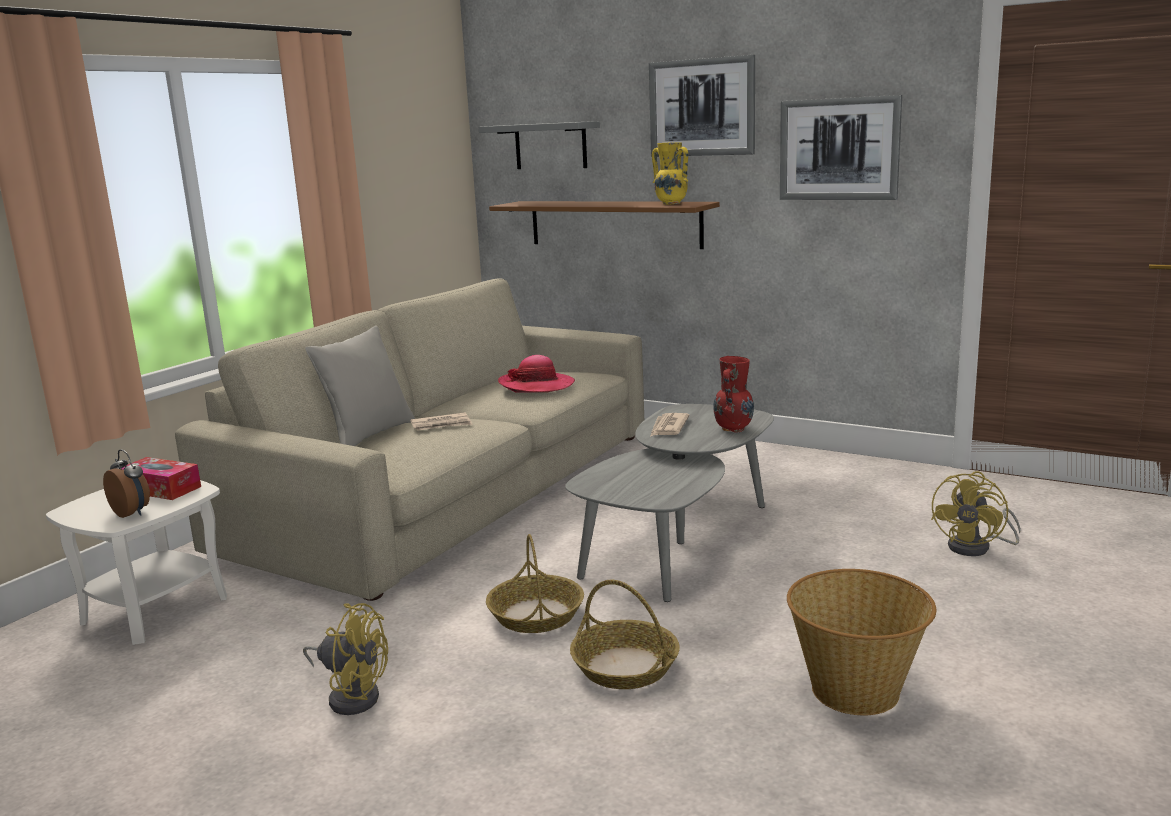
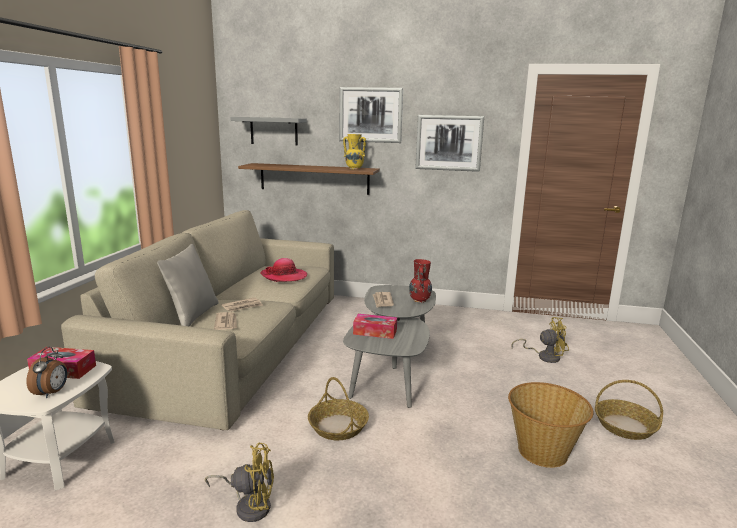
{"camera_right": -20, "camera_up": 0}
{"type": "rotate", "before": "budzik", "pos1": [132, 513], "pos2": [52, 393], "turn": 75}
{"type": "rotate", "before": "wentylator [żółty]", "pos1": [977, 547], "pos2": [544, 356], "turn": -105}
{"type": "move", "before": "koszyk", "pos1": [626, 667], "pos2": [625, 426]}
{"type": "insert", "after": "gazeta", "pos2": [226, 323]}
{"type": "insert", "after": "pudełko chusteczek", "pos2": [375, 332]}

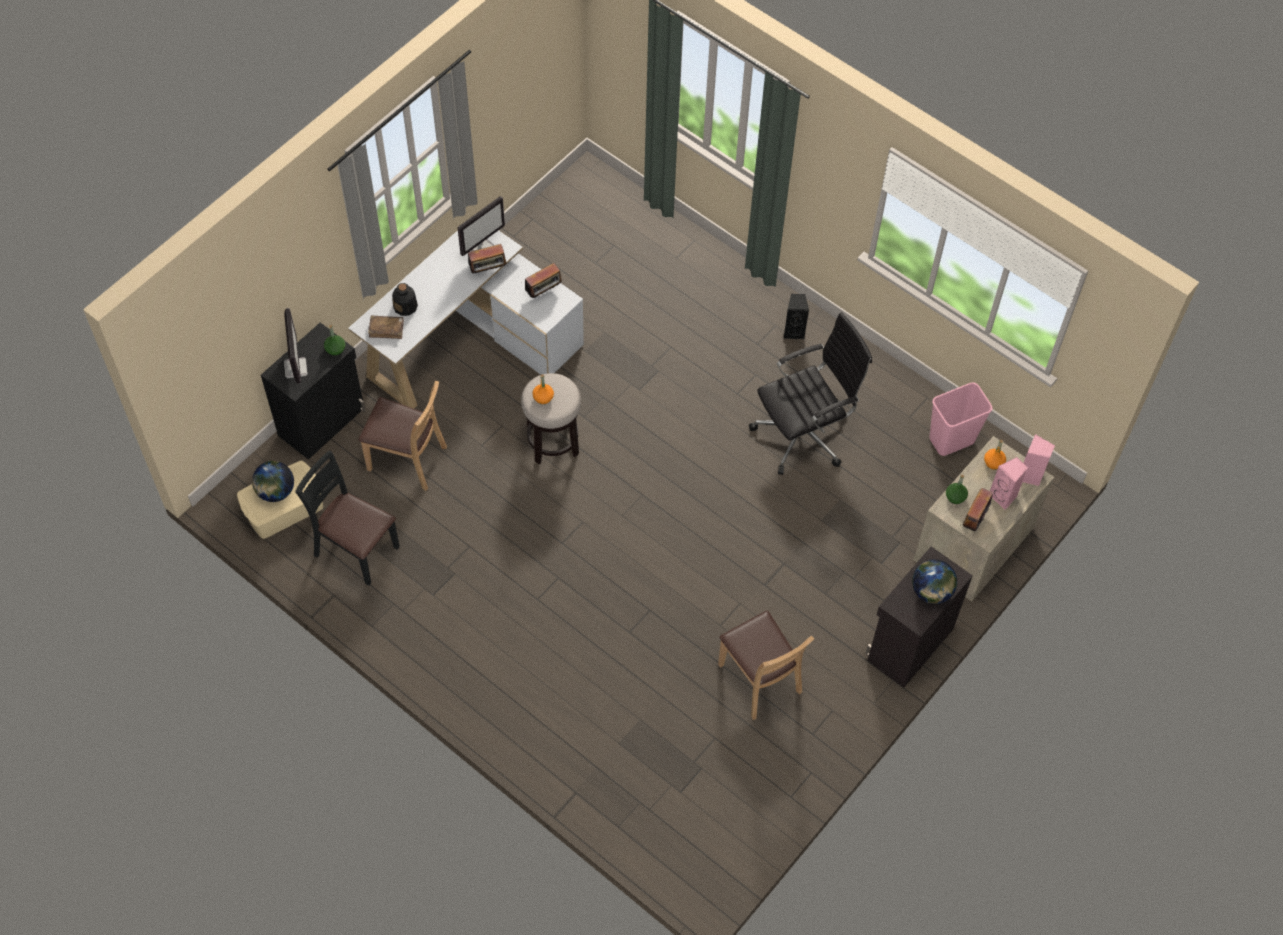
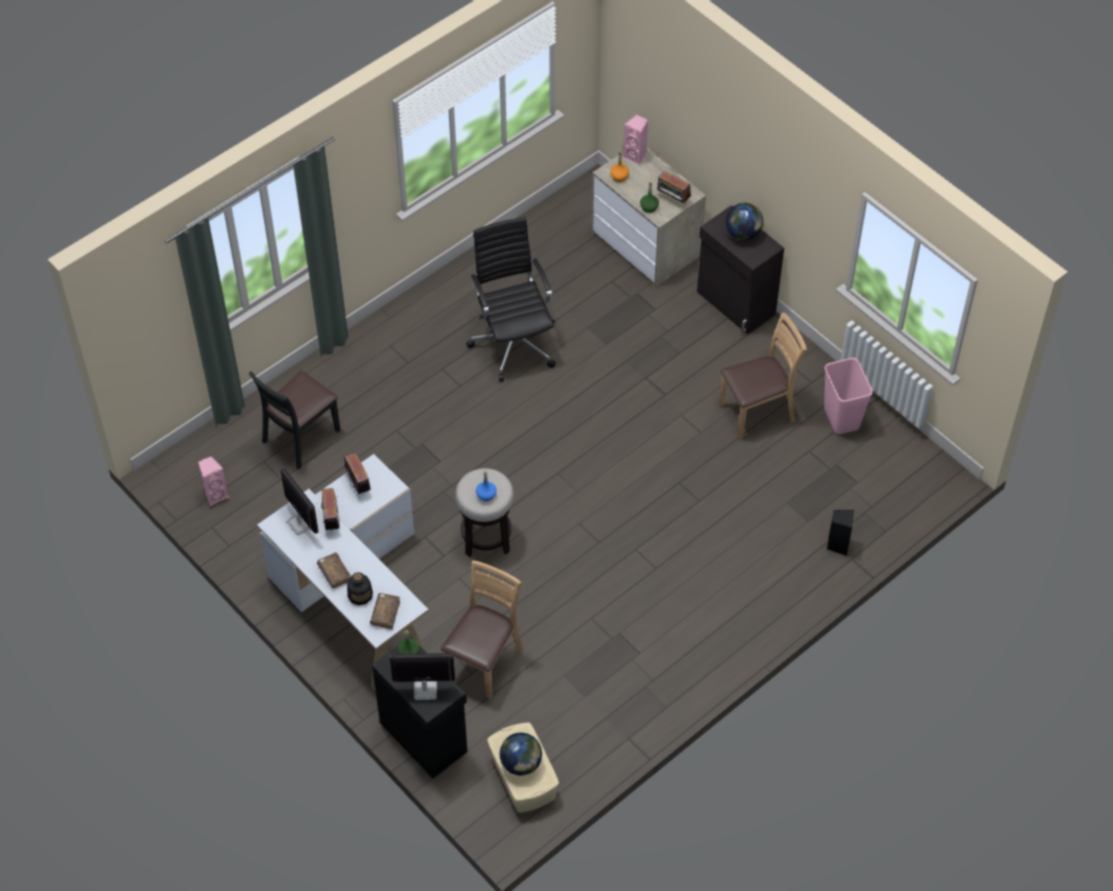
{"camera_right": -80, "camera_up": -5}
{"type": "move", "before": "głośnik [czarny]", "pos1": [794, 331], "pos2": [837, 545]}
{"type": "recolor", "before": "butelka [pomarańczowy]", "after": "butelka [niebieski]", "pos1": [543, 397], "pos2": [486, 495]}
{"type": "move", "before": "kosz na śmieci [różowy]", "pos1": [951, 441], "pos2": [842, 418]}
{"type": "move", "before": "krzesło [czarny]", "pos1": [356, 549], "pos2": [301, 437]}
{"type": "move", "before": "głośnik [różowy]", "pos1": [1004, 496], "pos2": [215, 494]}
{"type": "insert", "after": "książka [brązowy]", "pos2": [334, 573]}

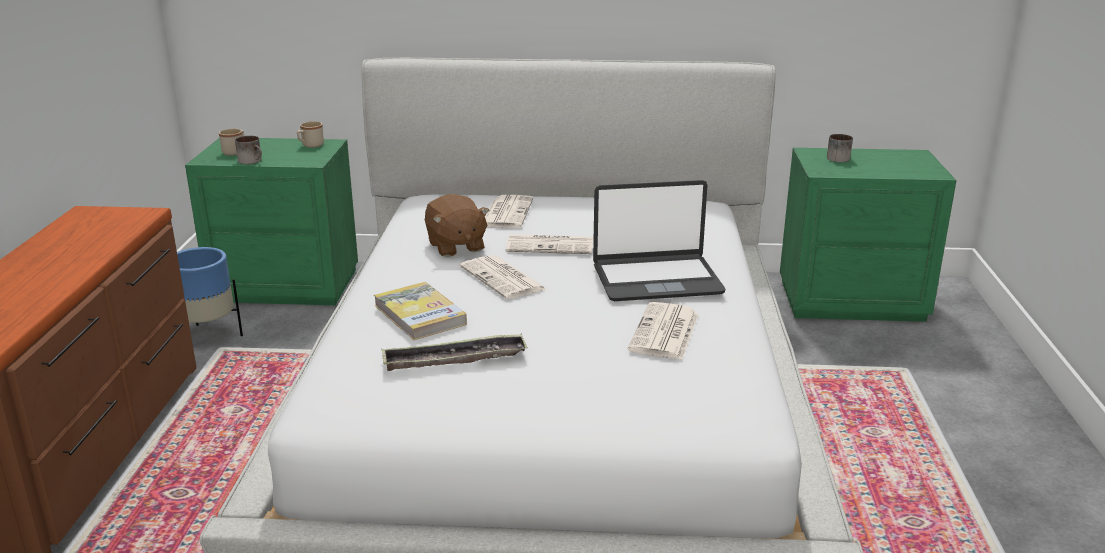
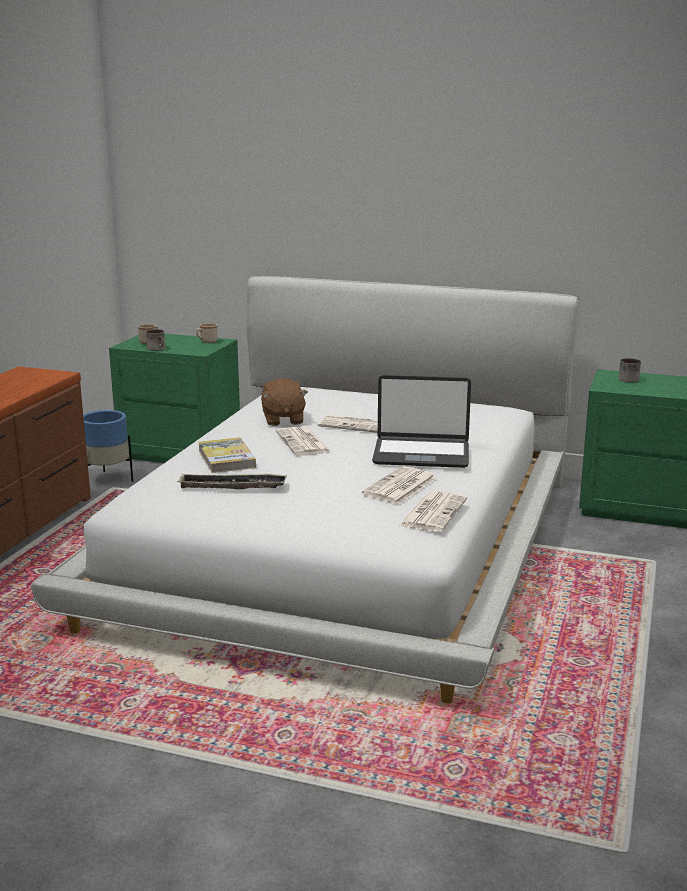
{"camera_right": 15, "camera_up": -5}
{"type": "move", "before": "gazeta", "pos1": [506, 213], "pos2": [433, 512]}

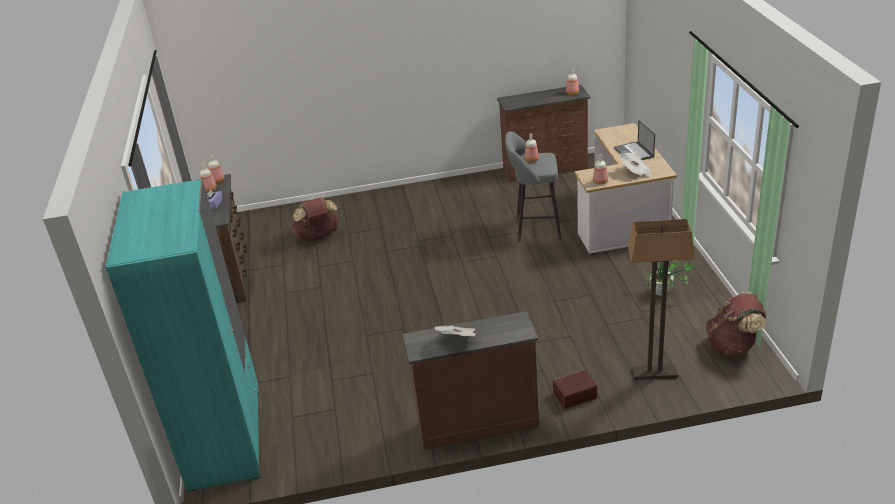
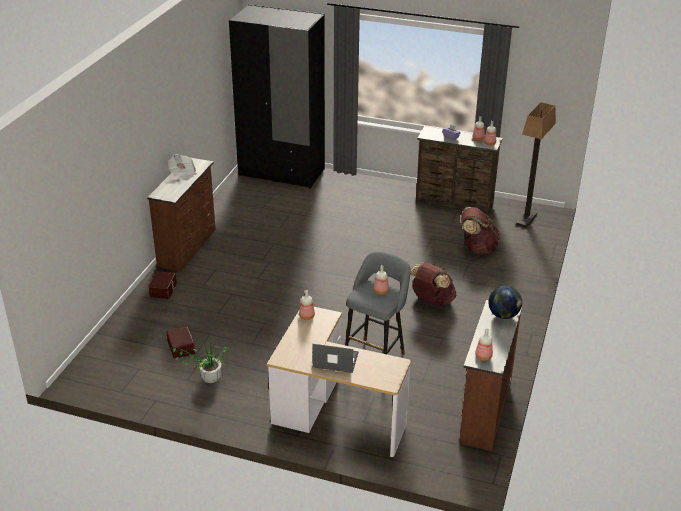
{"camera_right": 115, "camera_up": 0}
{"type": "delete", "before": "gazeta", "pos1": [636, 172]}
{"type": "recolor", "before": "szafa [turkusowy]", "after": "szafa [czarny]", "pos1": [225, 438], "pos2": [282, 172]}
{"type": "move", "before": "lampa stojąca", "pos1": [654, 373], "pos2": [526, 220]}
{"type": "move", "before": "plecak [brązowy]", "pos1": [733, 346], "pos2": [431, 301]}
{"type": "insert", "after": "globus", "pos2": [503, 315]}
{"type": "insert", "after": "pojemnik do przechowywania [brązowy]", "pos2": [182, 347]}

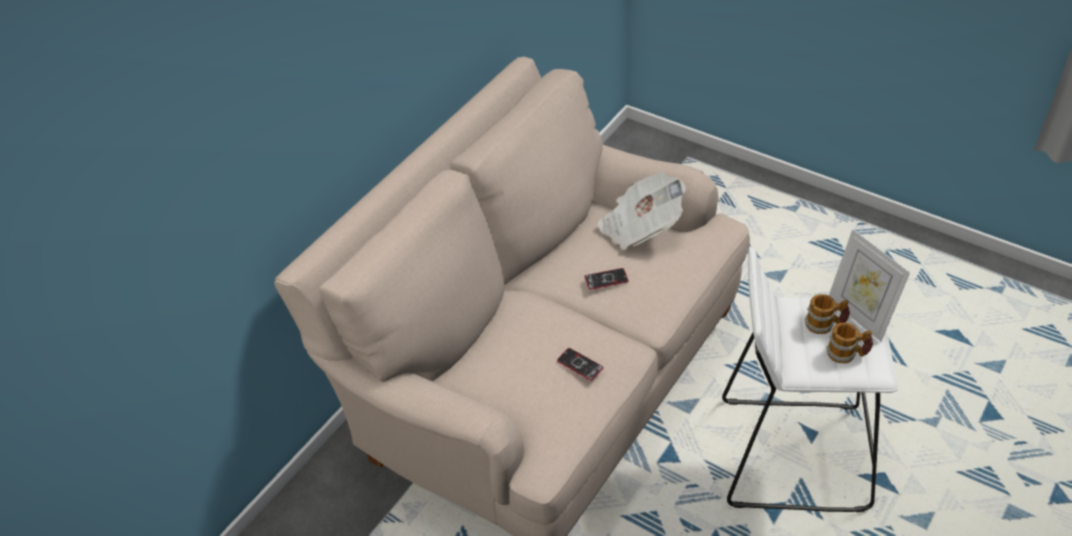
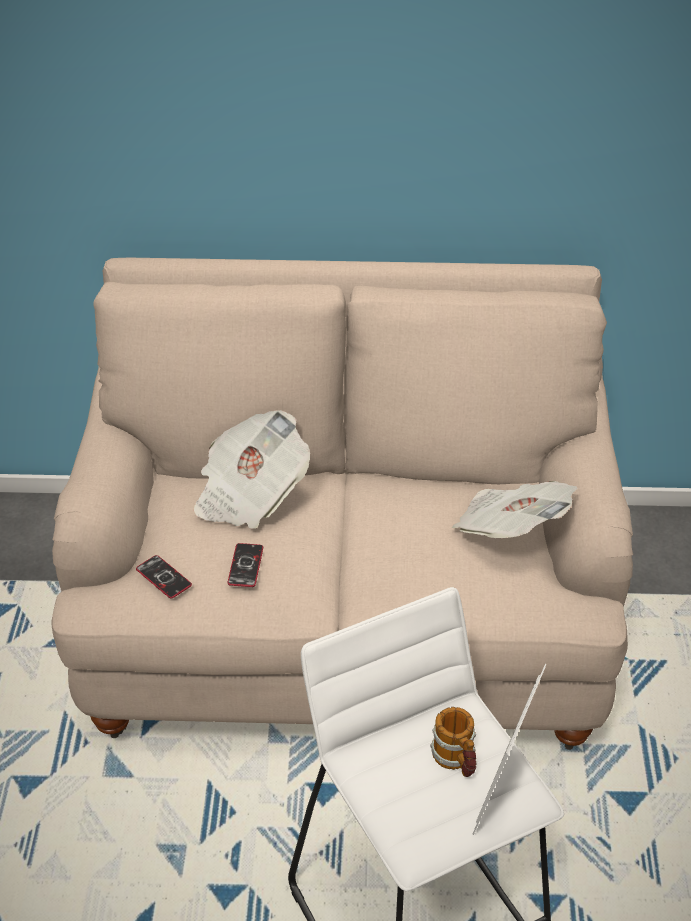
{"camera_right": 55, "camera_up": -5}
{"type": "move", "before": "telefon", "pos1": [606, 279], "pos2": [163, 577]}
{"type": "delete", "before": "kubek", "pos1": [847, 354]}
{"type": "insert", "after": "gazeta", "pos2": [249, 494]}

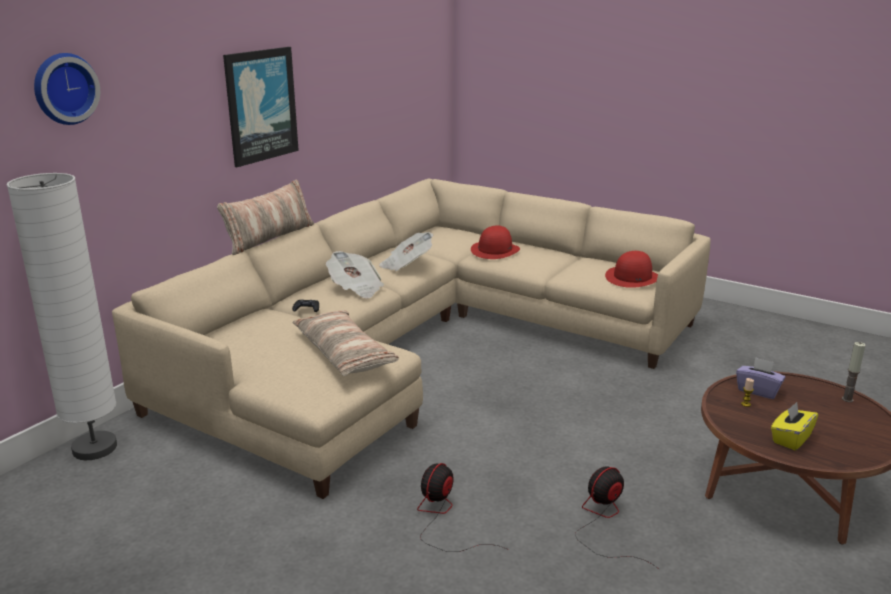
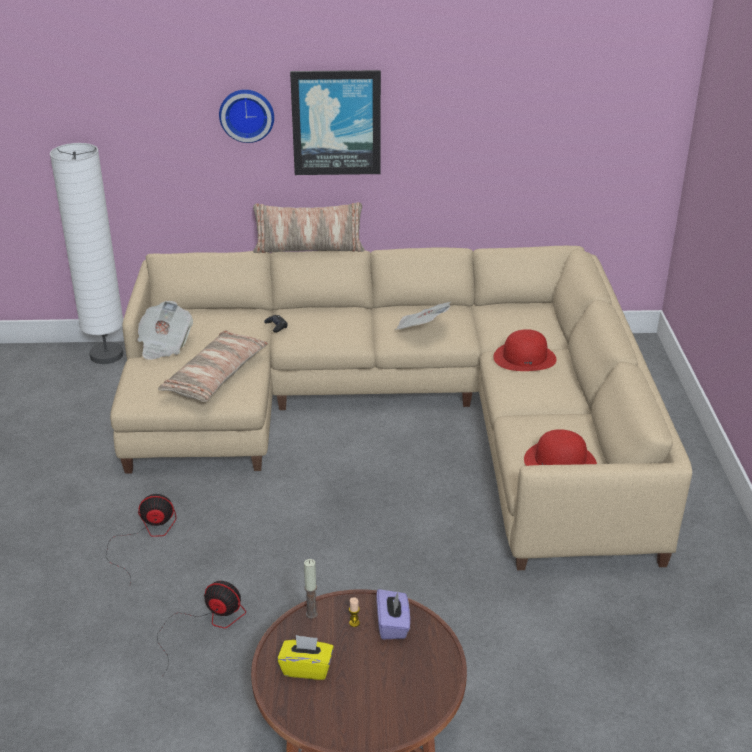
{"camera_right": 55, "camera_up": 10}
{"type": "move", "before": "zegar ścienny", "pos1": [64, 88], "pos2": [247, 114]}
{"type": "move", "before": "gazeta", "pos1": [356, 289], "pos2": [164, 345]}
{"type": "move", "before": "świeca", "pos1": [847, 399], "pos2": [311, 614]}

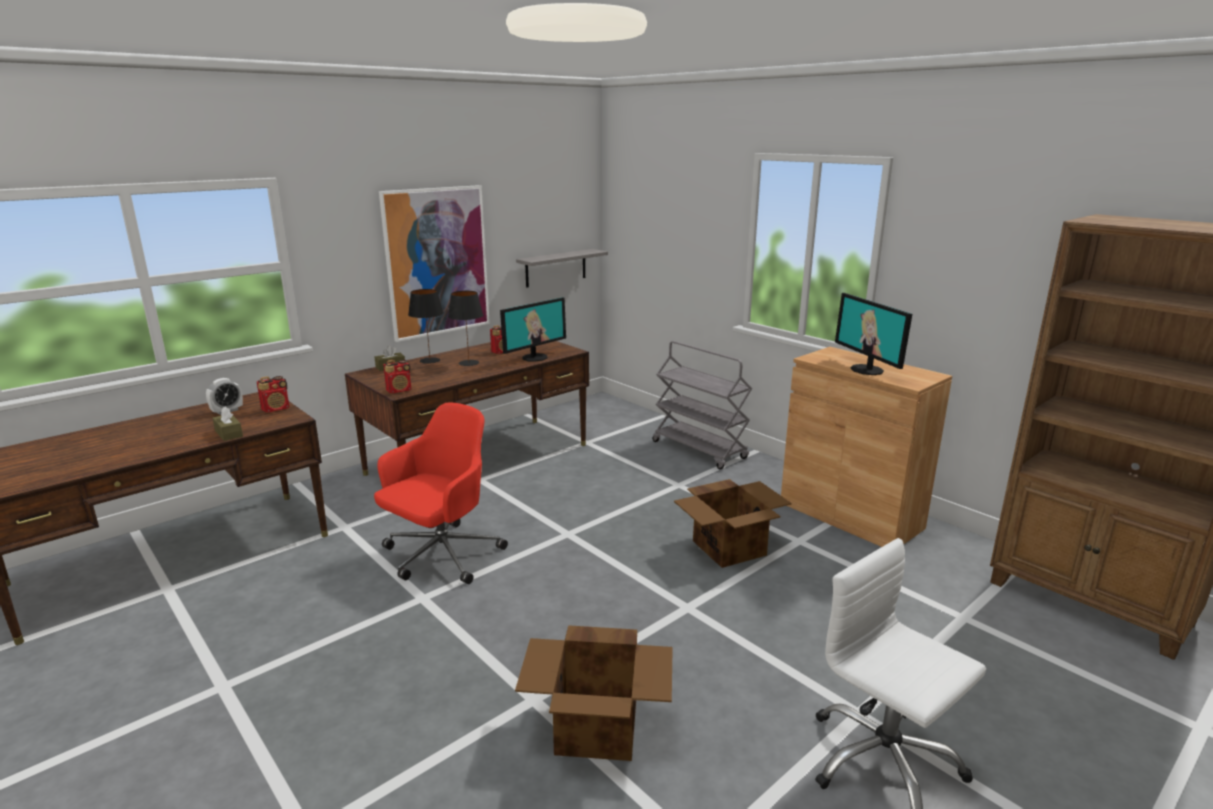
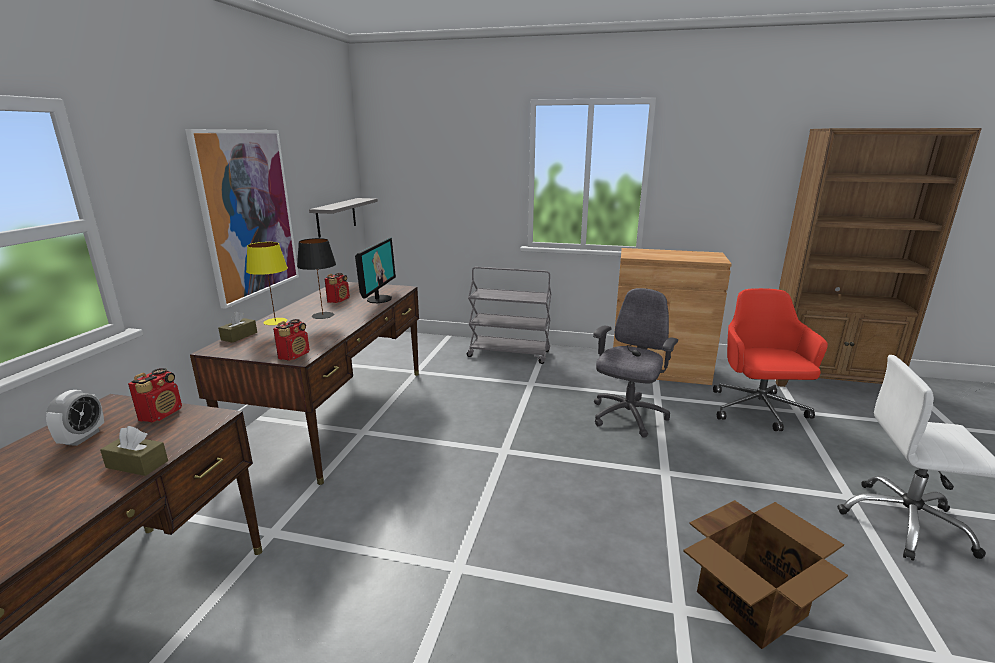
{"camera_right": -35, "camera_up": 0}
{"type": "recolor", "before": "lampa stołowa [czarny]", "after": "lampa stołowa [żółty]", "pos1": [429, 360], "pos2": [275, 321]}
{"type": "delete", "before": "monitor", "pos1": [867, 370]}
{"type": "move", "before": "krzesło biurowe [czerwony]", "pos1": [441, 556], "pos2": [758, 410]}
{"type": "replace", "before": "karton", "after": "krzesło biurowe [szary]", "pos1": [730, 548], "pos2": [627, 417]}

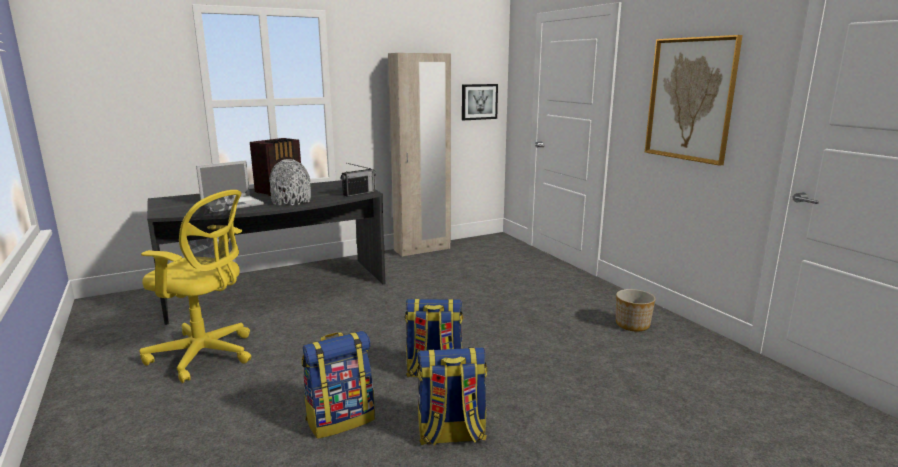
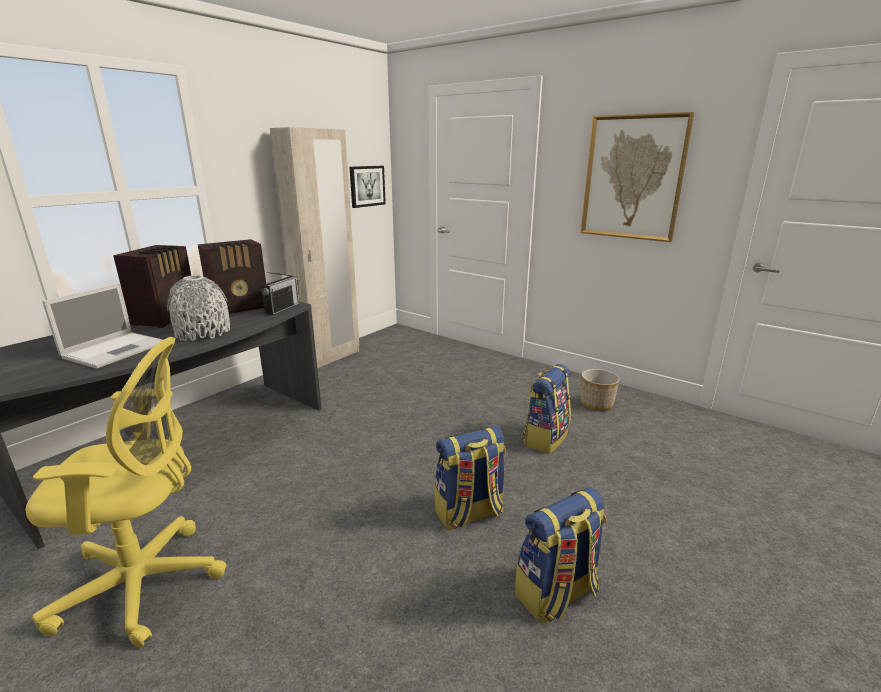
{"camera_right": -25, "camera_up": 5}
{"type": "move", "before": "plecak", "pos1": [341, 419], "pos2": [545, 438]}
{"type": "insert", "after": "radio", "pos2": [241, 308]}

